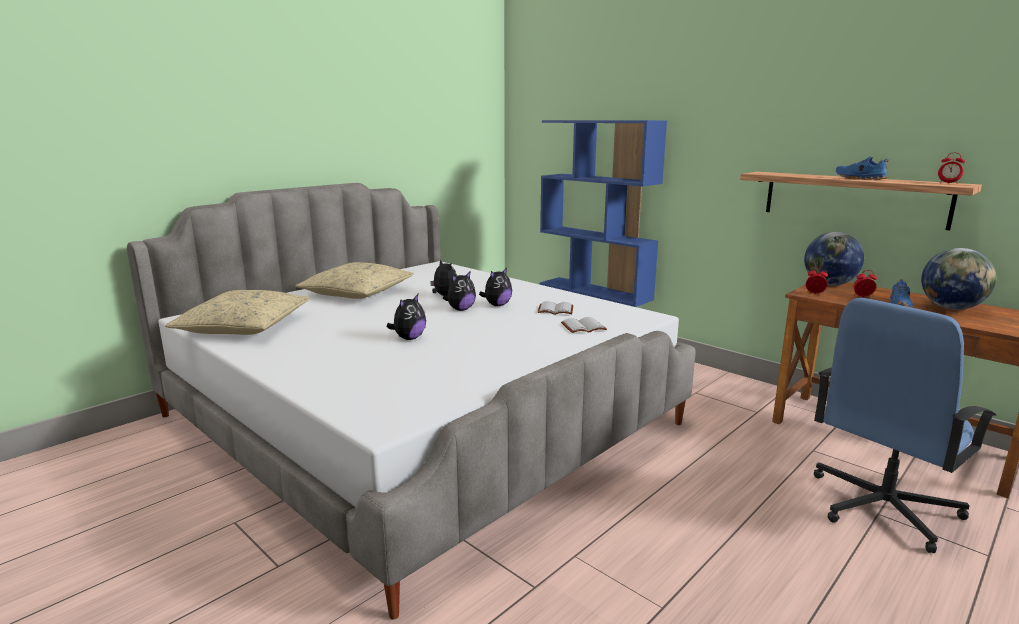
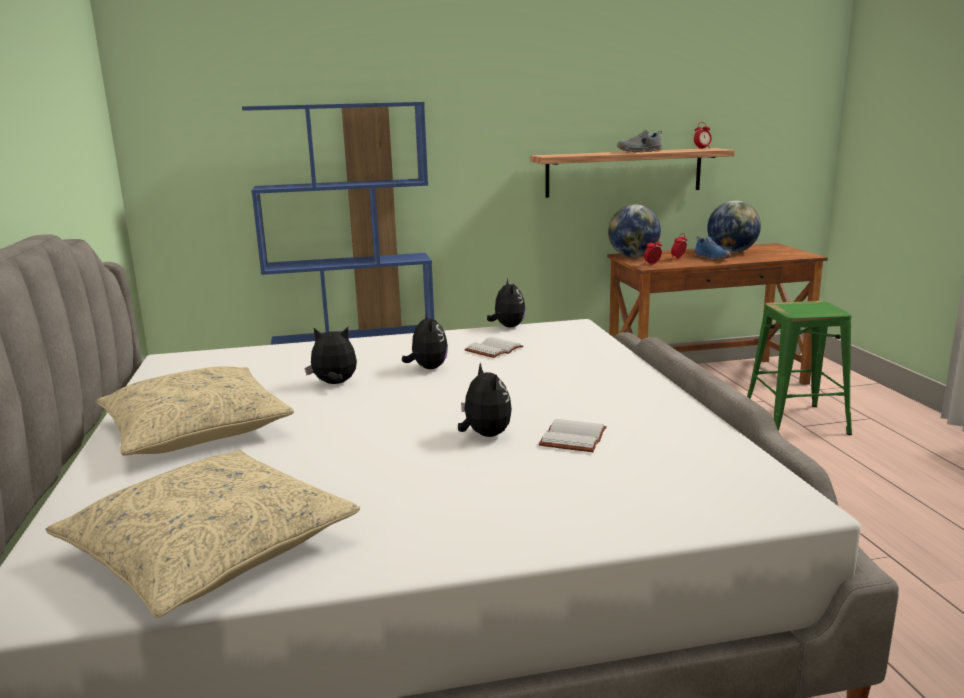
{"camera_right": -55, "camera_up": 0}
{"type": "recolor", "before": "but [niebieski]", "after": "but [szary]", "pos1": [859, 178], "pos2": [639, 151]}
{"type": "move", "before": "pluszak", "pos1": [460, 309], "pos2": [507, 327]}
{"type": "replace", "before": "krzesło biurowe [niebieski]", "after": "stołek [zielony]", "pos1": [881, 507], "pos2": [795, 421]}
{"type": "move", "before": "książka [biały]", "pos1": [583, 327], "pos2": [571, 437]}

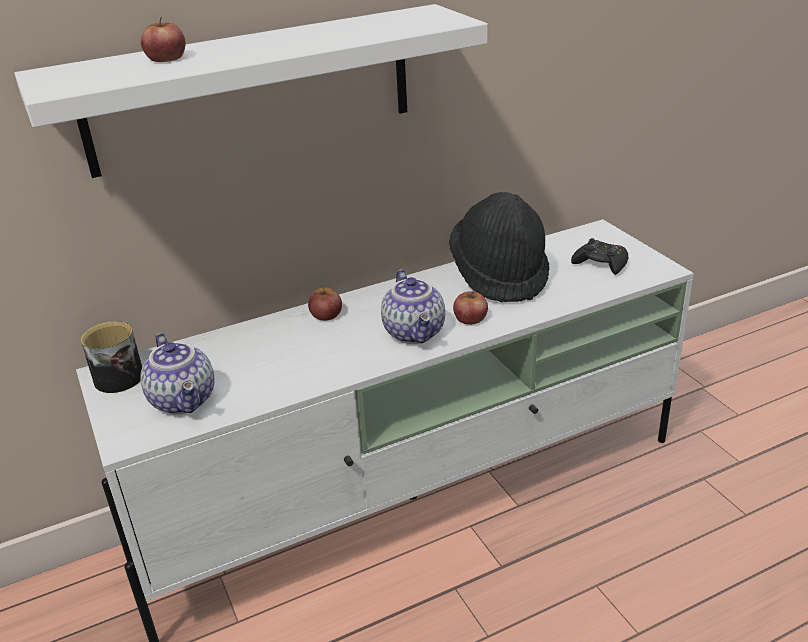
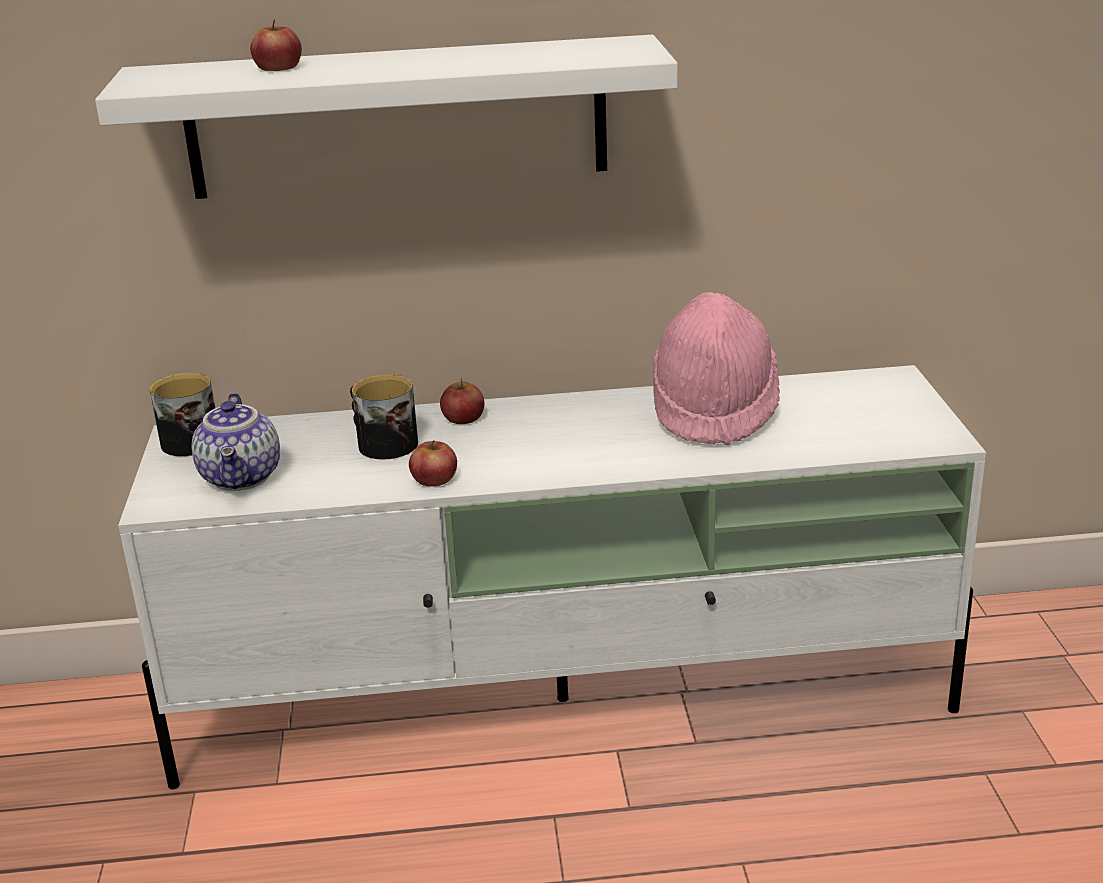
{"camera_right": 20, "camera_up": -5}
{"type": "recolor", "before": "kapelusz [czarny]", "after": "kapelusz [różowy]", "pos1": [500, 275], "pos2": [714, 410]}
{"type": "delete", "before": "pad do gier [czarny]", "pos1": [601, 263]}
{"type": "delete", "before": "imbryk", "pos1": [416, 332]}
{"type": "move", "before": "jabłko", "pos1": [470, 318], "pos2": [434, 479]}
{"type": "insert", "after": "kubek", "pos2": [382, 443]}

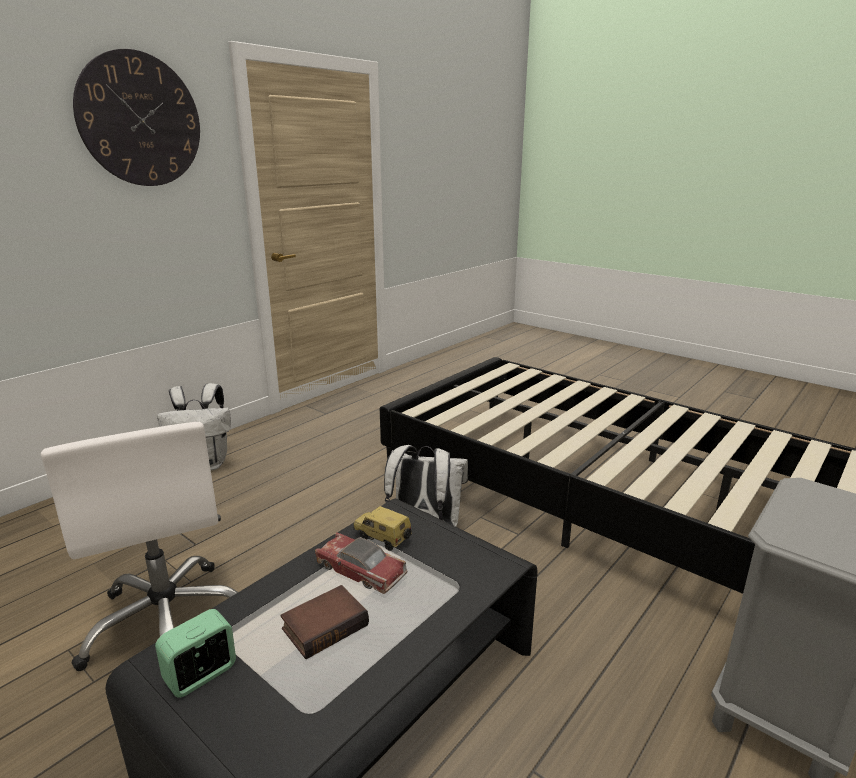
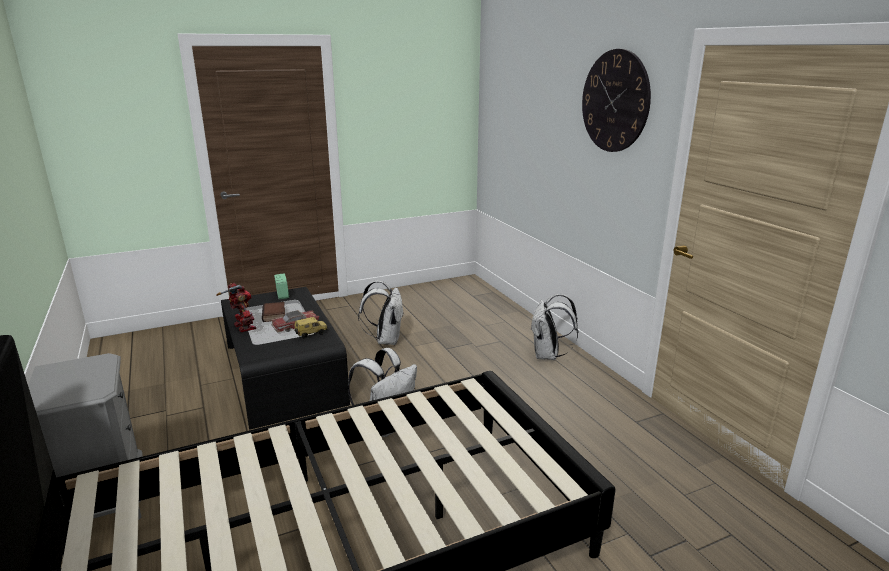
{"camera_right": 115, "camera_up": 0}
{"type": "replace", "before": "krzesło biurowe [biały]", "after": "plecak [biały]", "pos1": [169, 622], "pos2": [386, 340]}
{"type": "insert", "after": "robot zabawkowy", "pos2": [243, 327]}

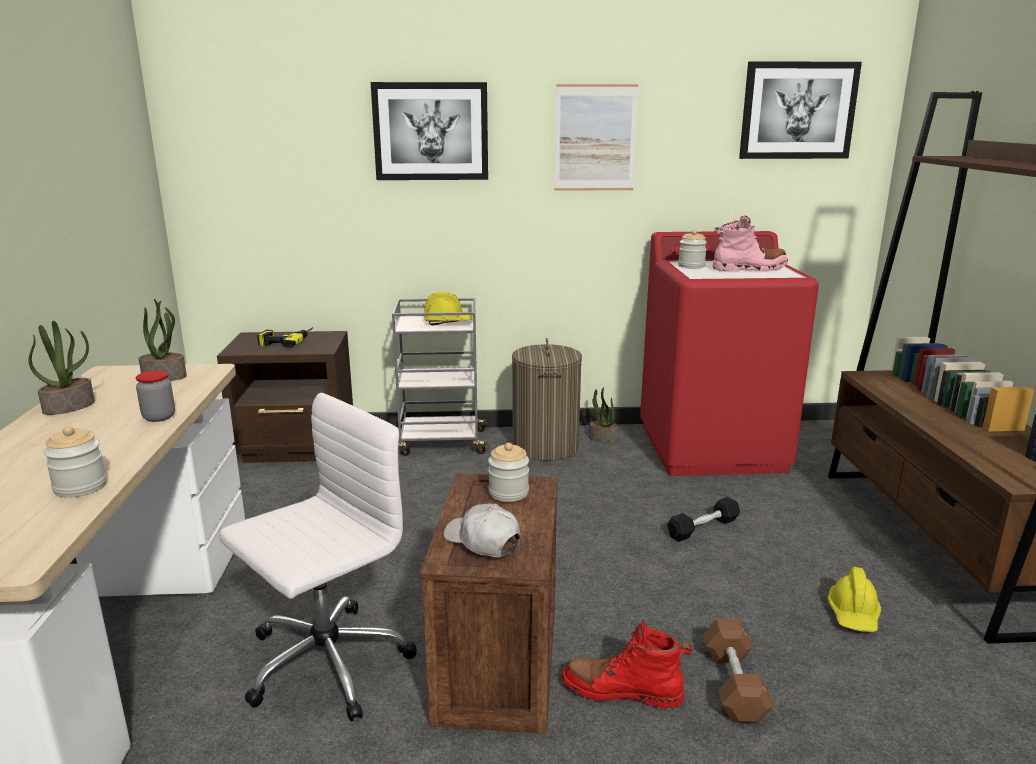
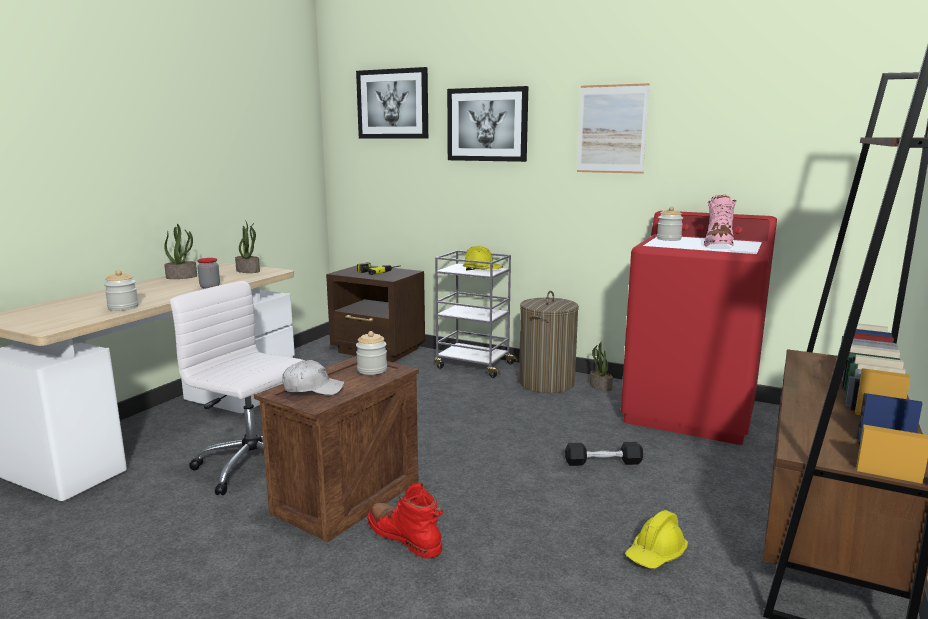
{"camera_right": 30, "camera_up": -5}
{"type": "move", "before": "obraz", "pos1": [798, 111], "pos2": [393, 104]}
{"type": "rotate", "before": "but z cholewką [różowy]", "pos1": [749, 268], "pos2": [718, 244], "turn": 90}
{"type": "rotate", "before": "krzesło biurowe [biały]", "pos1": [324, 664], "pos2": [255, 465], "turn": -135}
{"type": "rotate", "before": "czapka z daszkiem [biały]", "pos1": [482, 541], "pos2": [313, 388], "turn": 105}
{"type": "delete", "before": "hantel [brązowy]", "pos1": [734, 685]}

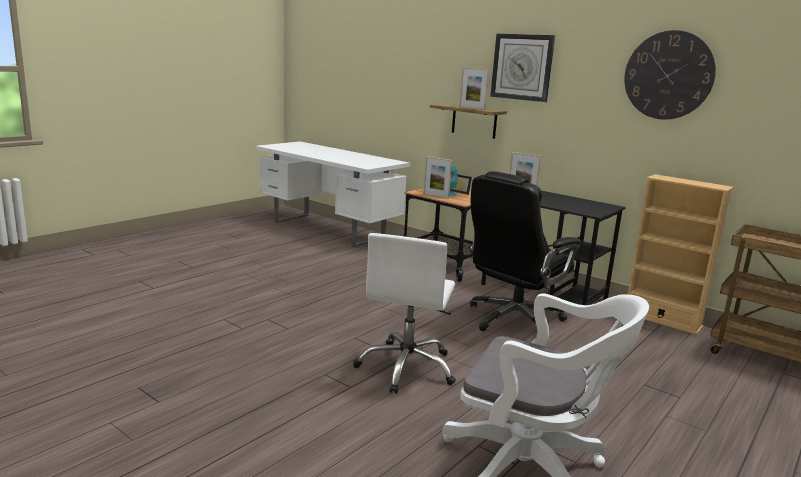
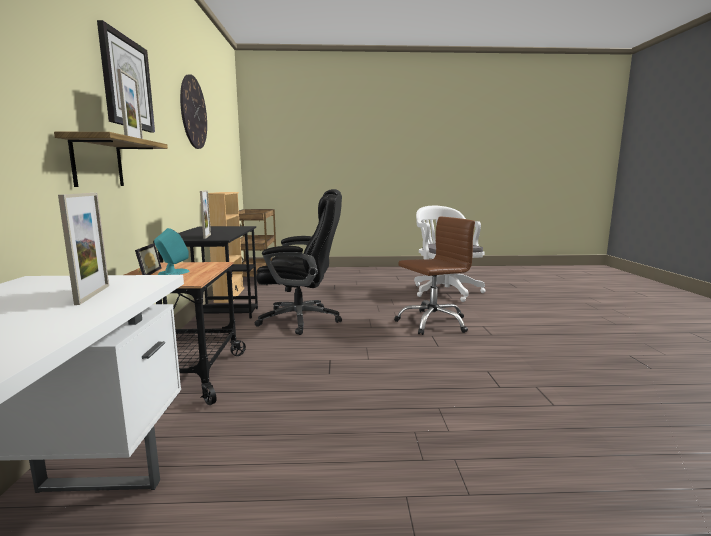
{"camera_right": -130, "camera_up": -5}
{"type": "move", "before": "ramka na zdjęcie", "pos1": [436, 196], "pos2": [93, 294]}
{"type": "recolor", "before": "krzesło biurowe [biały]", "after": "krzesło biurowe [brązowy]", "pos1": [407, 368], "pos2": [432, 322]}

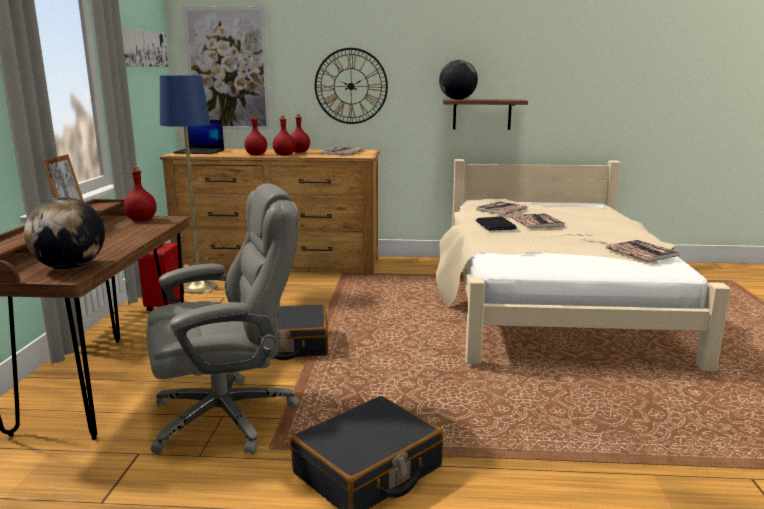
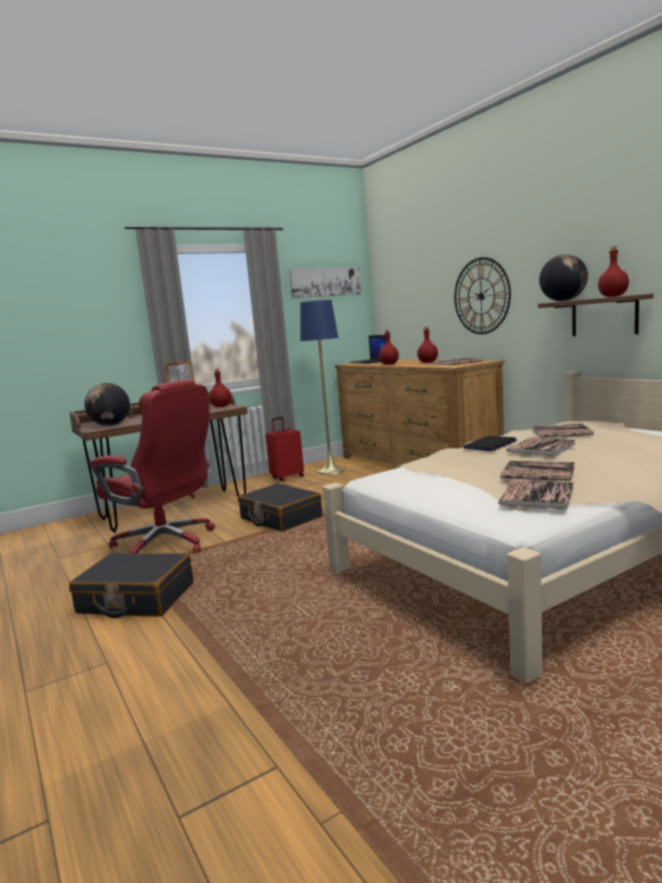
{"camera_right": 55, "camera_up": -5}
{"type": "delete", "before": "obraz", "pos1": [227, 69]}
{"type": "move", "before": "butelka [czerwony]", "pos1": [285, 155], "pos2": [613, 296]}
{"type": "recolor", "before": "krzesło biurowe [szary]", "after": "krzesło biurowe [czerwony]", "pos1": [227, 416], "pos2": [166, 544]}
{"type": "insert", "after": "książka", "pos2": [538, 472]}

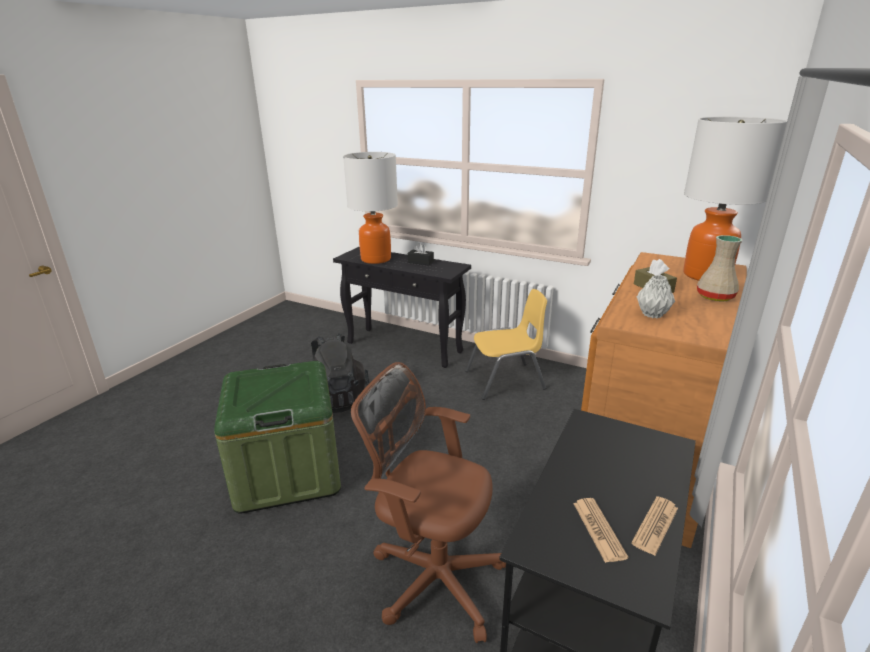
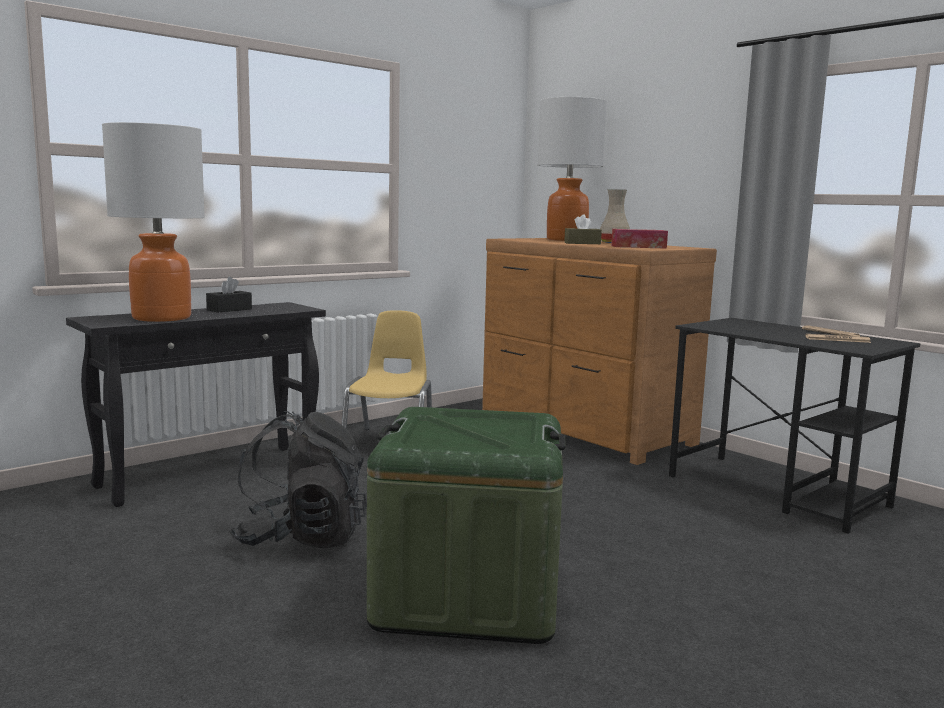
{"camera_right": -70, "camera_up": -15}
{"type": "replace", "before": "wazon [szary]", "after": "pudełko chusteczek", "pos1": [652, 314], "pos2": [638, 247]}
{"type": "delete", "before": "krzesło biurowe [brązowy]", "pos1": [433, 576]}

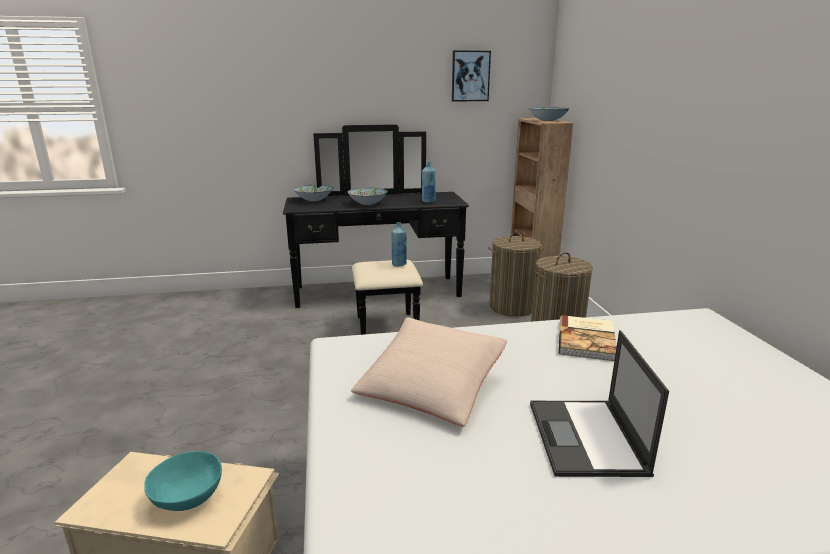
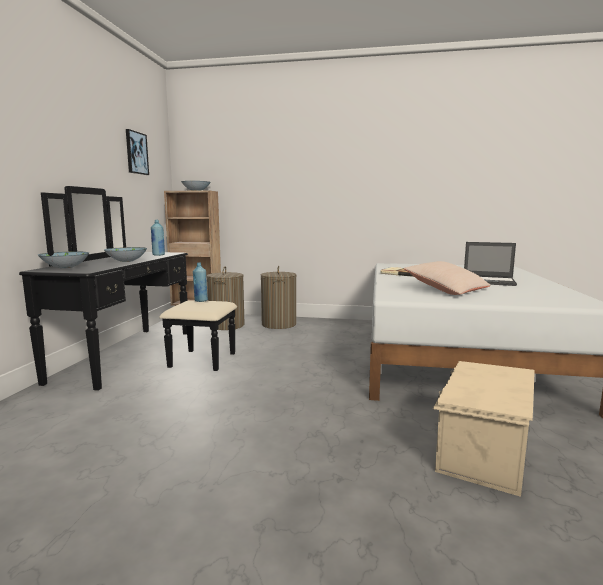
{"camera_right": -70, "camera_up": -10}
{"type": "delete", "before": "miska [turkusowy]", "pos1": [188, 498]}

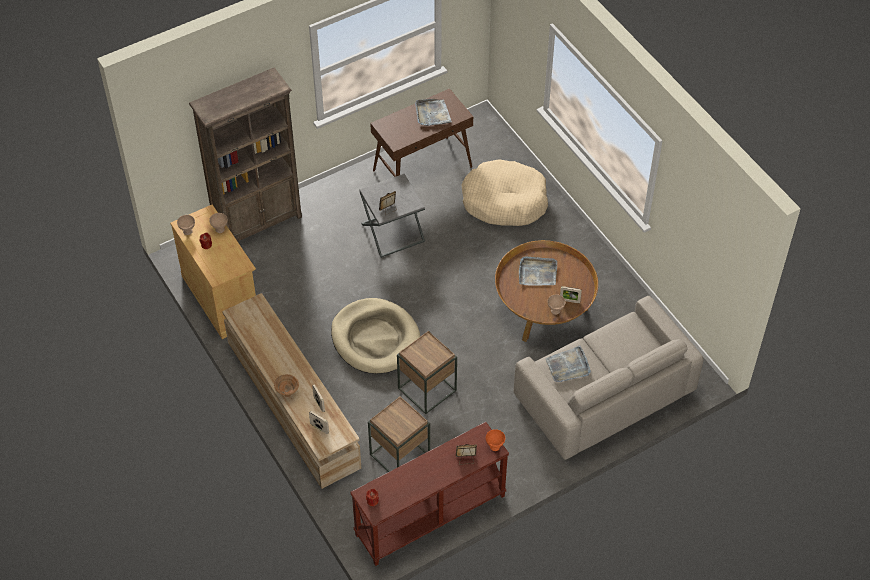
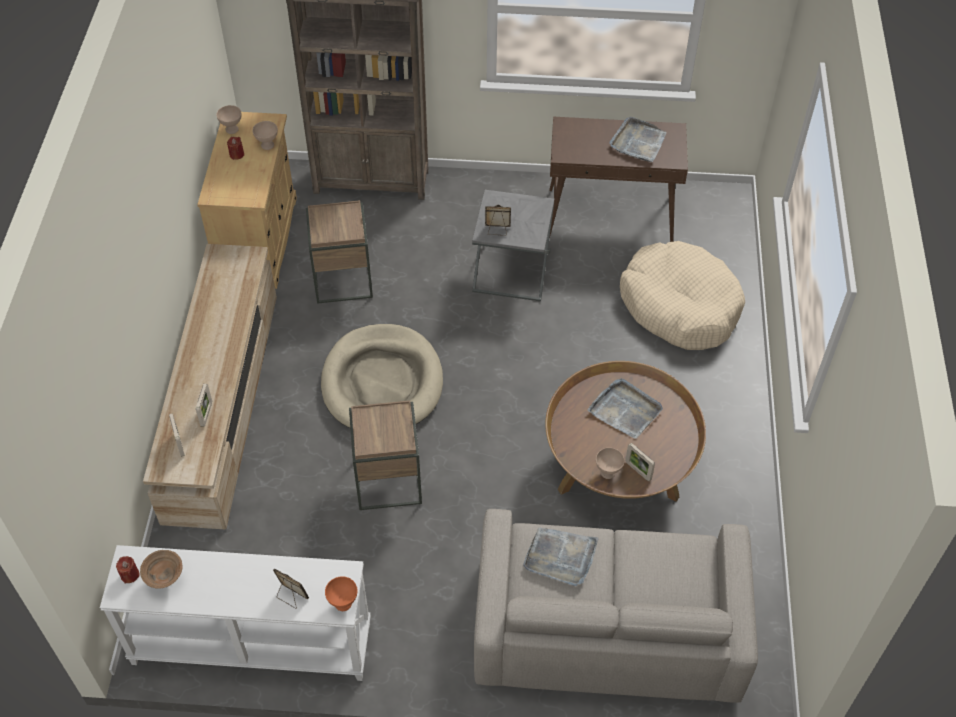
{"camera_right": 35, "camera_up": 0}
{"type": "move", "before": "miska [brązowy]", "pos1": [287, 392], "pos2": [166, 580]}
{"type": "move", "before": "stolik [brązowy]", "pos1": [399, 455], "pos2": [342, 279]}
{"type": "recolor", "before": "stolik konsolowy [brązowy]", "after": "stolik konsolowy [biały]", "pos1": [430, 516], "pos2": [251, 645]}

